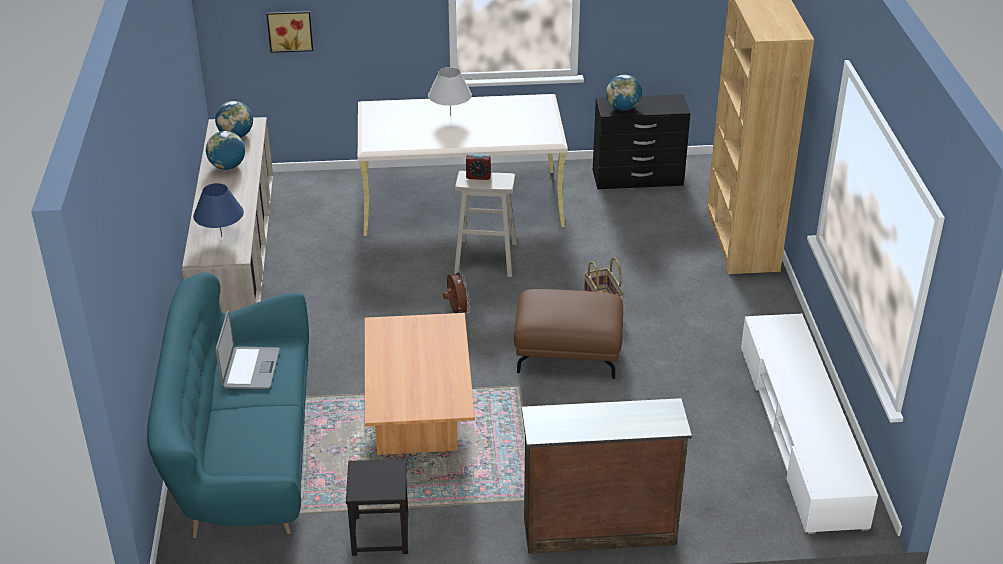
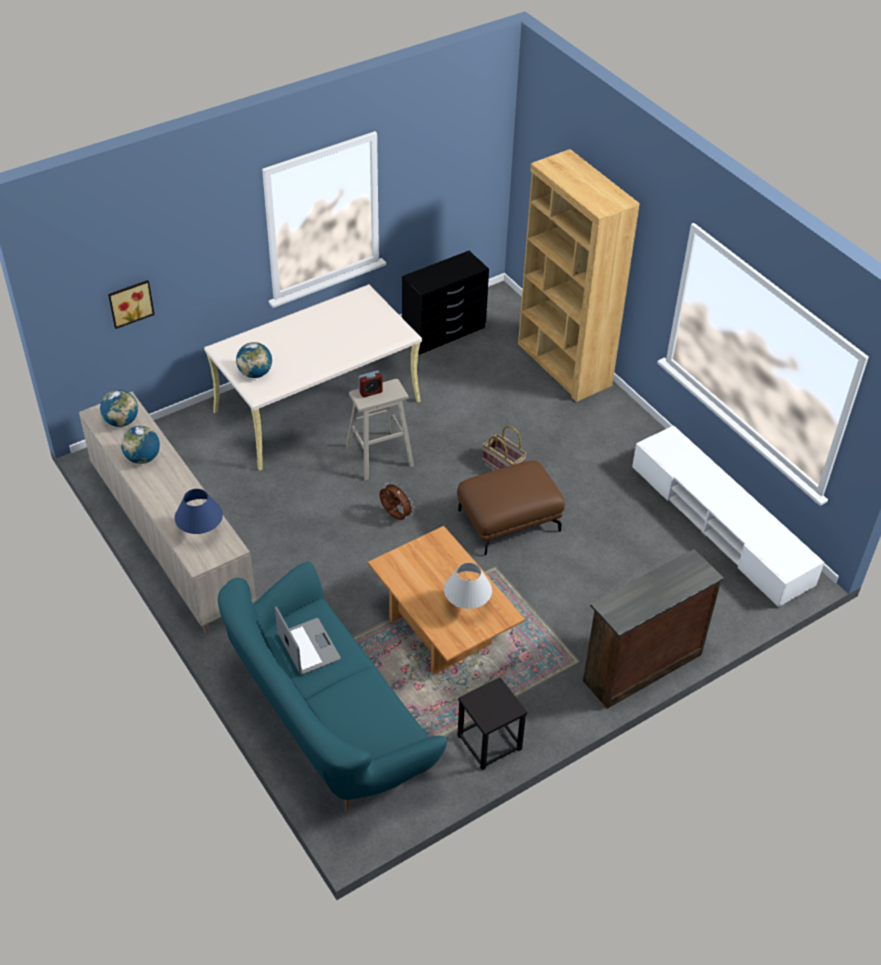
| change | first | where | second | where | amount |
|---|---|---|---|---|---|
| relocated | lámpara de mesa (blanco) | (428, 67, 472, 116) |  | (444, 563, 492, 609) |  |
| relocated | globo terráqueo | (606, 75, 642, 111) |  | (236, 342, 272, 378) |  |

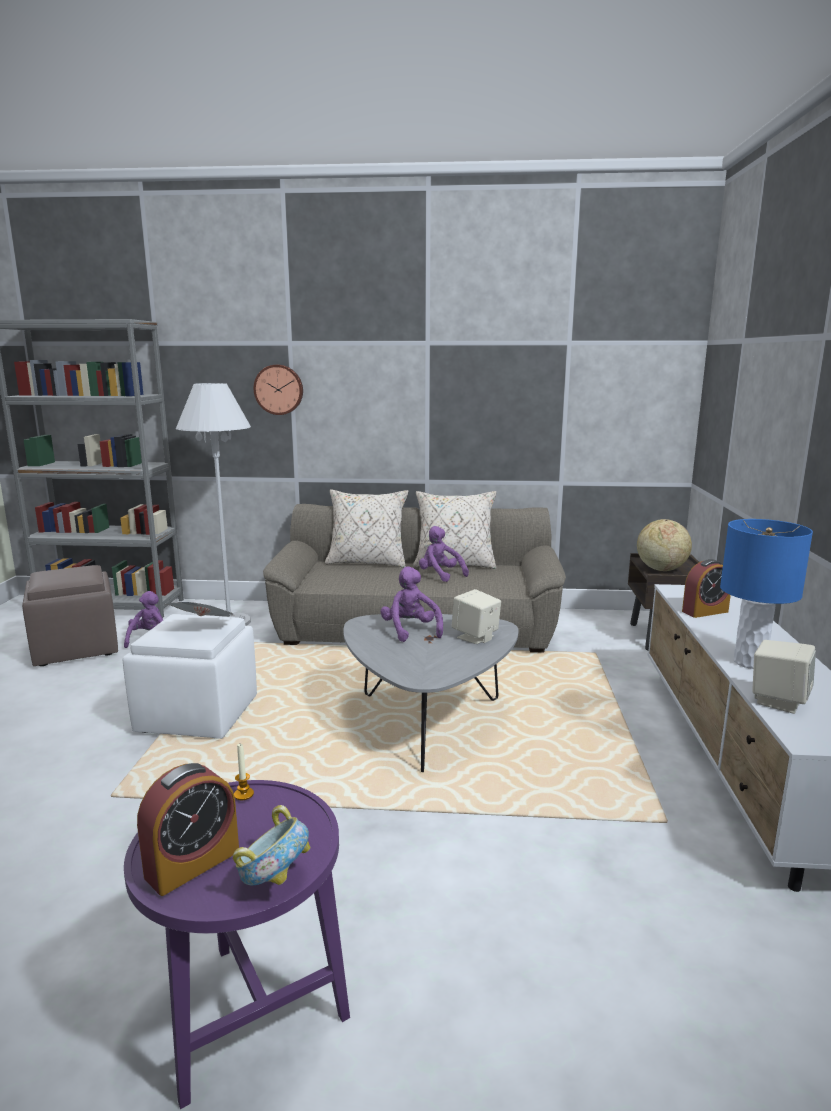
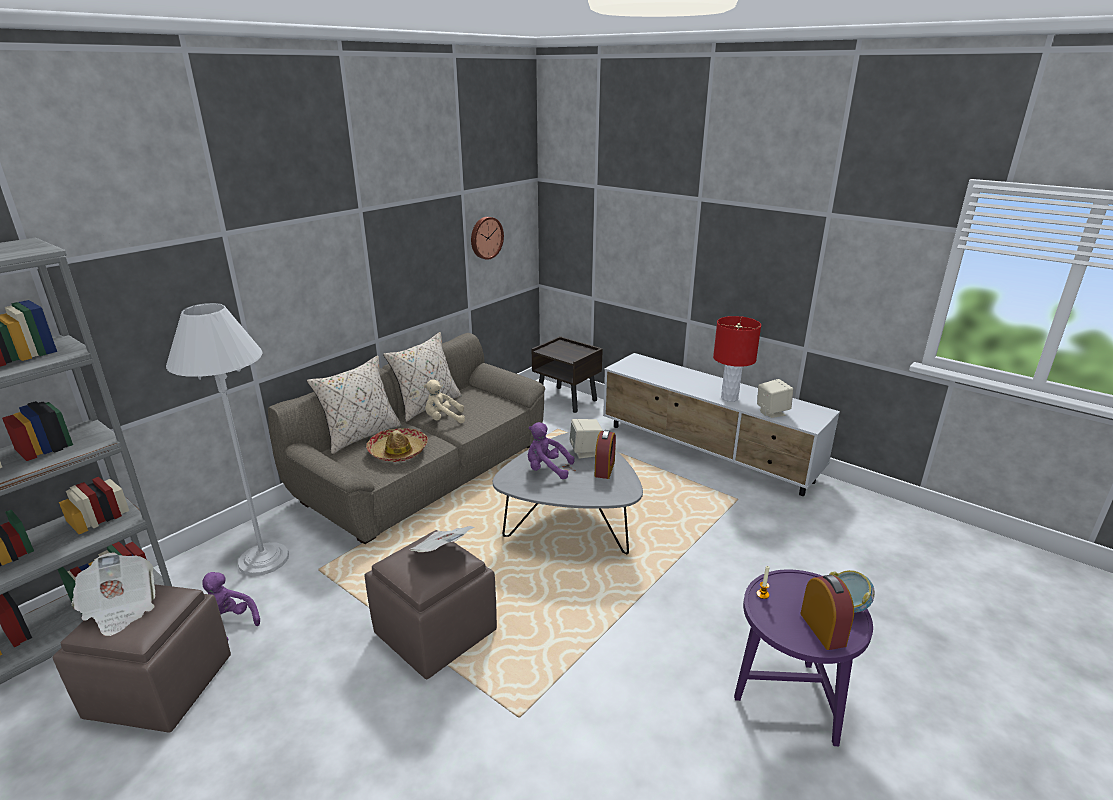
| change | first | where | second | where | amount |
|---|---|---|---|---|---|
| relocated | reloj de pared | (254, 365, 303, 415) |  | (471, 217, 504, 260) |  |
| missing | globo terráqueo | (637, 519, 692, 571) |  |  |  |
| colour | lámpara de mesa (azul) | (720, 519, 813, 669) | lámpara de mesa (rojo) | (713, 316, 761, 402) |  |
| colour | peluche (morado) | (419, 526, 469, 582) | peluche (beis) | (424, 380, 465, 423) |  |
| relocated | despertador | (682, 559, 731, 618) |  | (594, 430, 616, 479) |  |
| colour | puf (blanco) | (123, 614, 257, 739) | puf (marrón) | (365, 530, 497, 679) |  |
| appeared |  |  | sombrero | (366, 428, 428, 462) |  |
| appeared |  |  | periódico | (71, 552, 155, 636) |  |

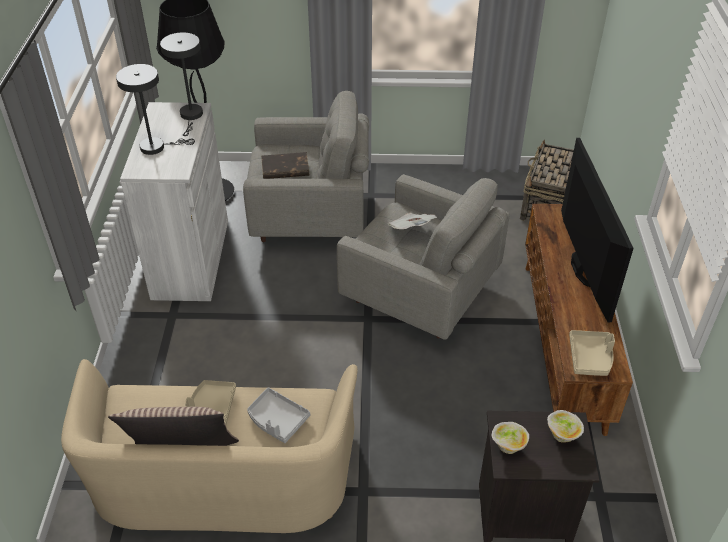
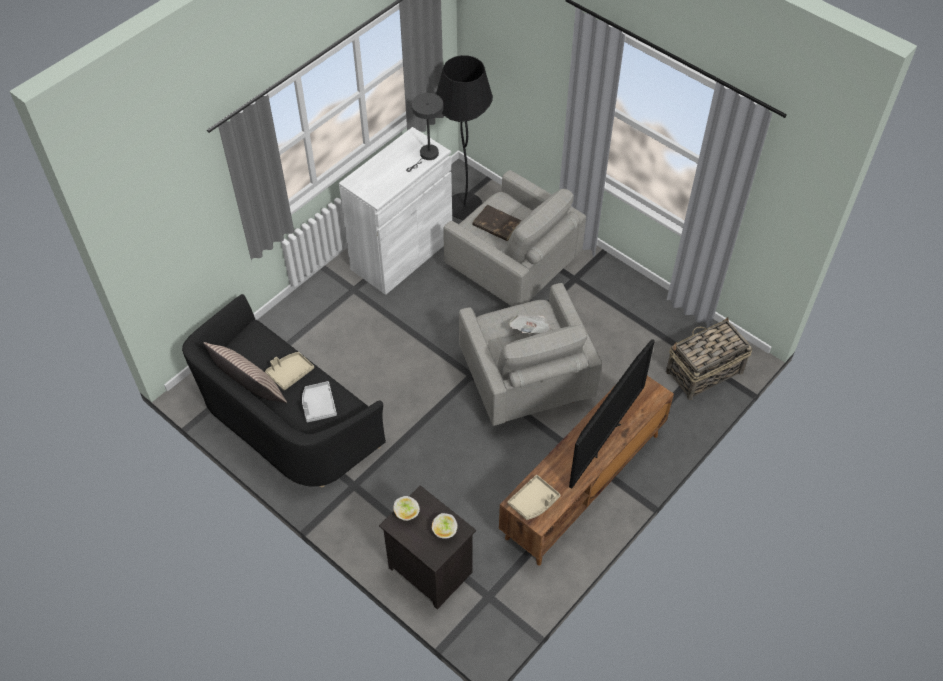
| change | first | where | second | where | amount |
|---|---|---|---|---|---|
| missing | lámpara de mesa (gris) | (116, 64, 195, 155) |  |  |  |
| colour | sofá (beis) | (61, 359, 358, 533) | sofá (negro) | (182, 294, 386, 487) |  |

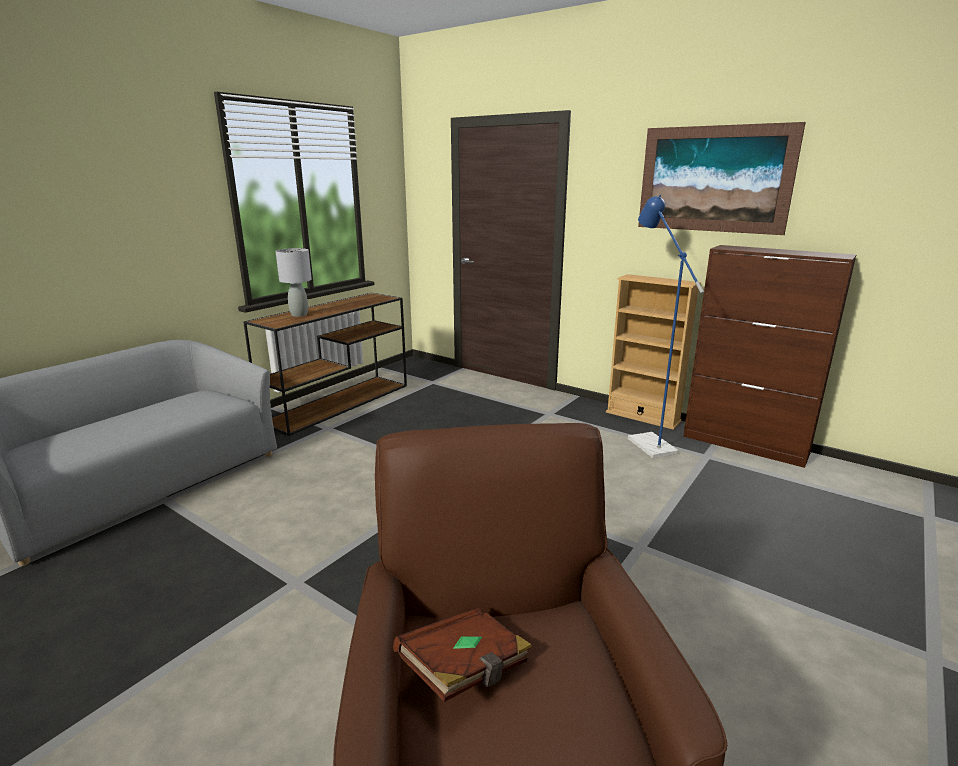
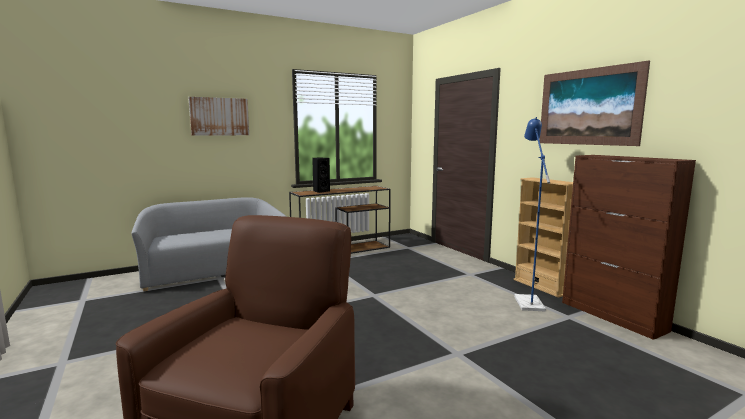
| change | first | where | second | where | amount |
|---|---|---|---|---|---|
| exchanged | lámpara de mesa (gris) | (275, 248, 312, 317) | altavoz (negro) | (312, 157, 330, 193) |  |
| missing | libro (marrón) | (393, 607, 532, 702) |  |  |  |
| appeared |  |  | cuadro | (188, 97, 249, 136) |  |

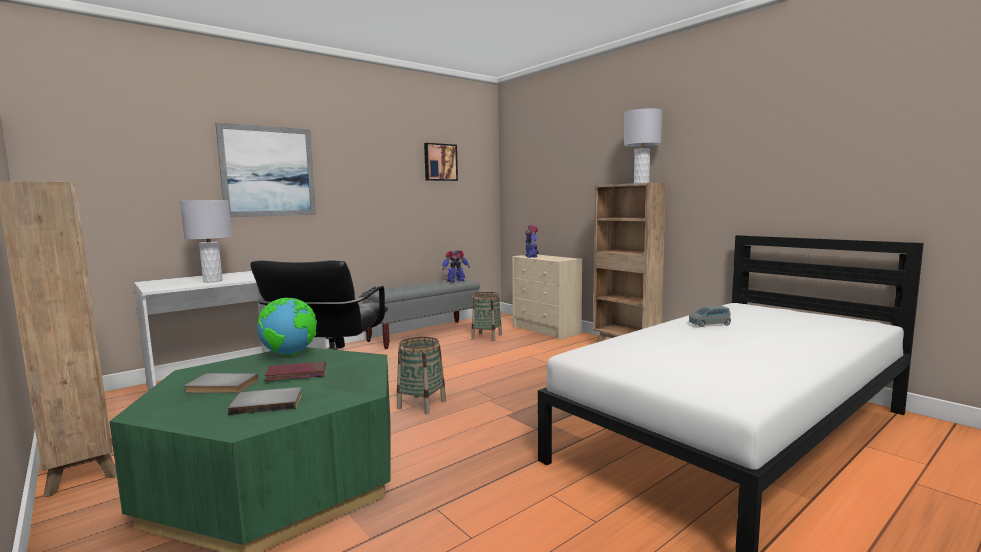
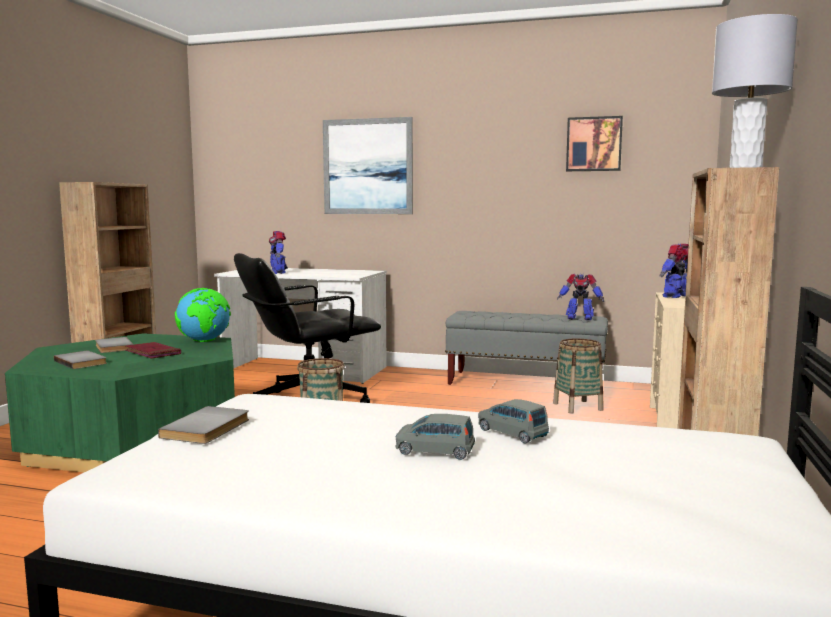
| change | first | where | second | where | amount |
|---|---|---|---|---|---|
| exchanged | lámpara de mesa (gris) | (180, 200, 232, 282) | robot de juguete | (269, 231, 288, 274) |  |
| appeared |  |  | libro (gris) | (158, 406, 249, 444) |  |
| appeared |  |  | coche de juguete (gris) | (395, 414, 475, 460) |  |

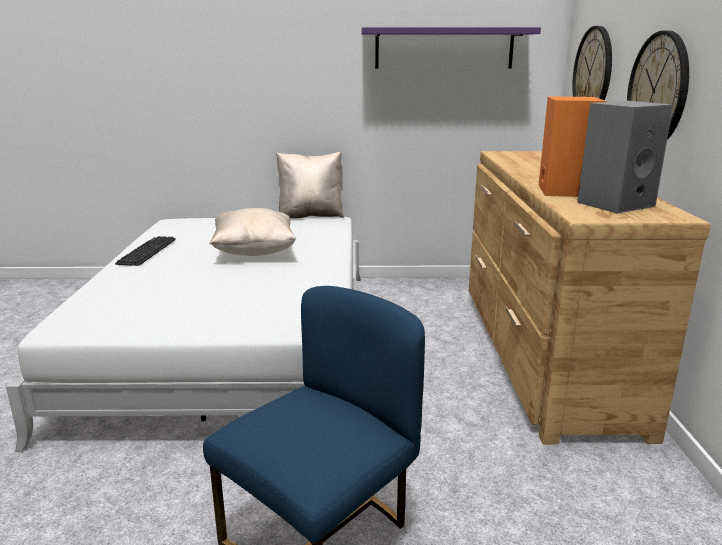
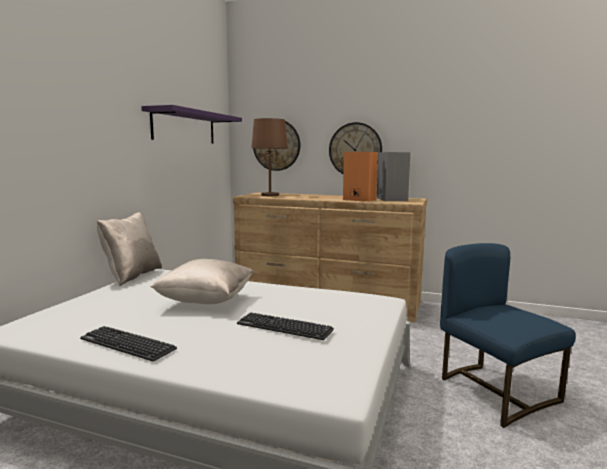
| change | first | where | second | where | amount |
|---|---|---|---|---|---|
| appeared |  |  | lámpara de mesa (marrón) | (252, 118, 288, 196) |  |
| appeared |  |  | teclado | (237, 313, 334, 340) |  |

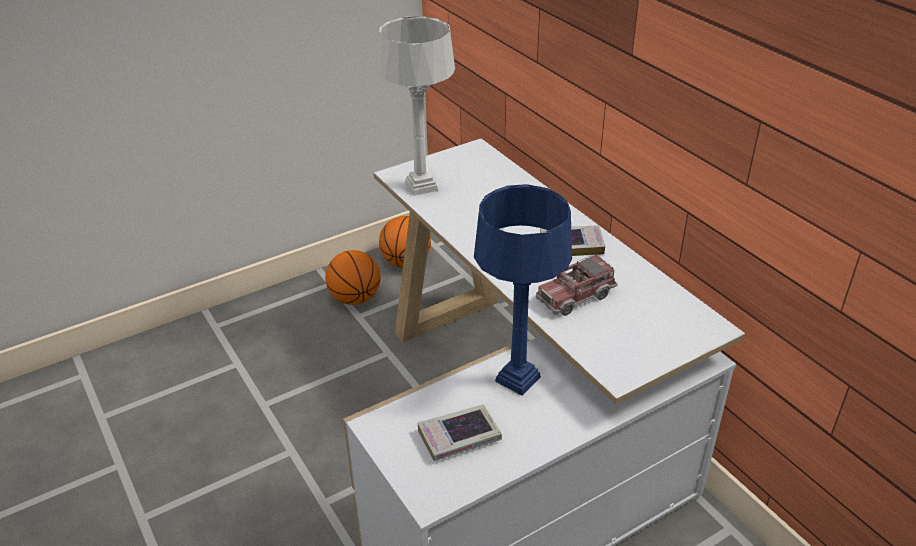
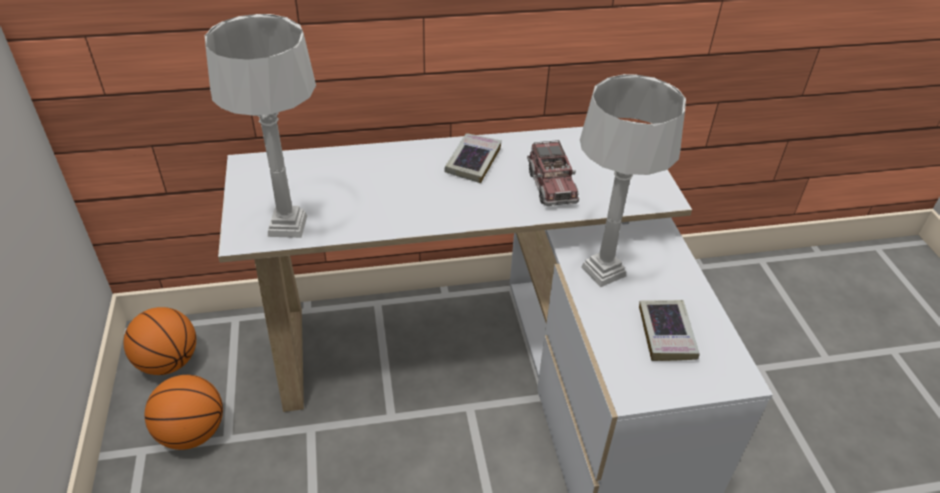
| change | first | where | second | where | amount |
|---|---|---|---|---|---|
| colour | lámpara de mesa (azul) | (474, 184, 572, 395) | lámpara de mesa (gris) | (580, 74, 686, 287) |  |

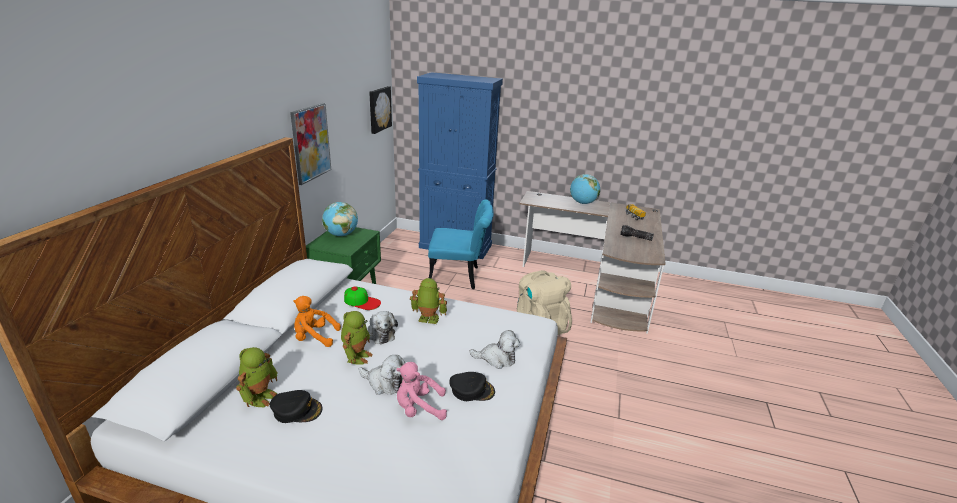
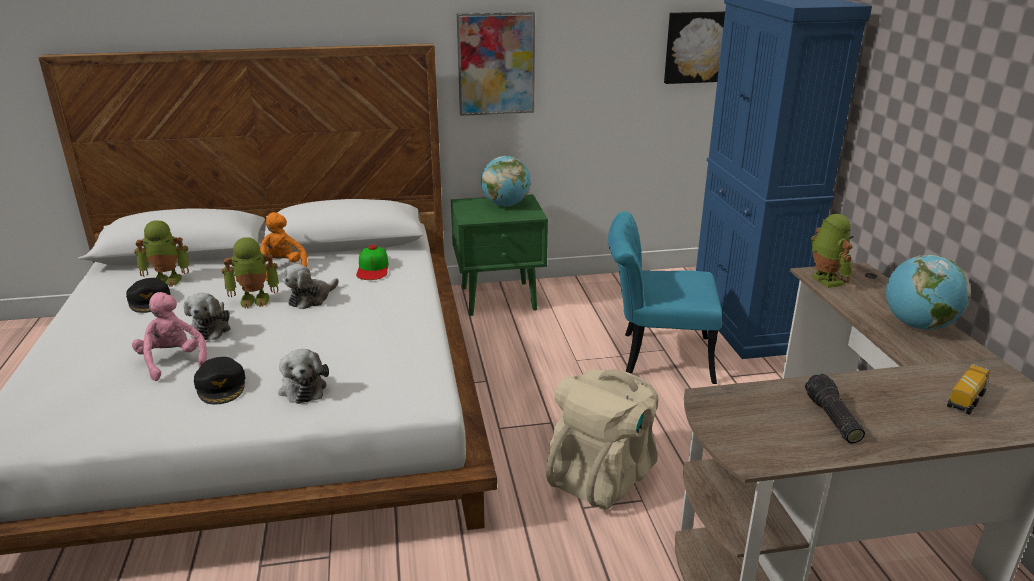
| change | first | where | second | where | amount |
|---|---|---|---|---|---|
| spun | silla (turquesa) | (428, 199, 494, 289) |  | (608, 211, 722, 384) | 120 degrees clockwise |
| relocated | robot de juguete | (410, 278, 447, 324) |  | (811, 214, 854, 288) |  |

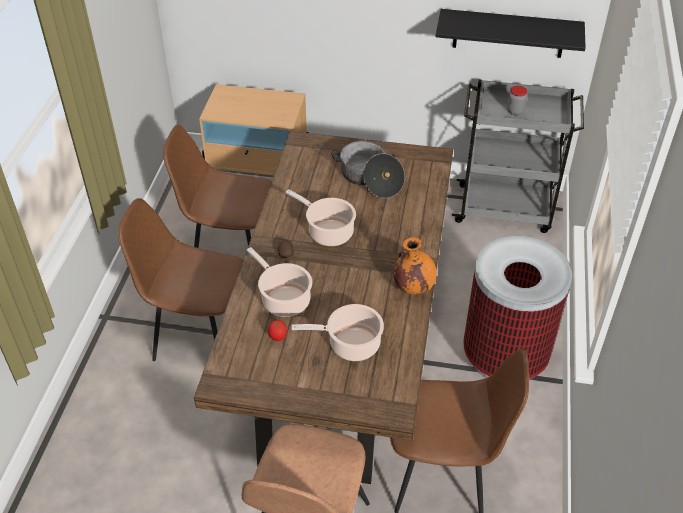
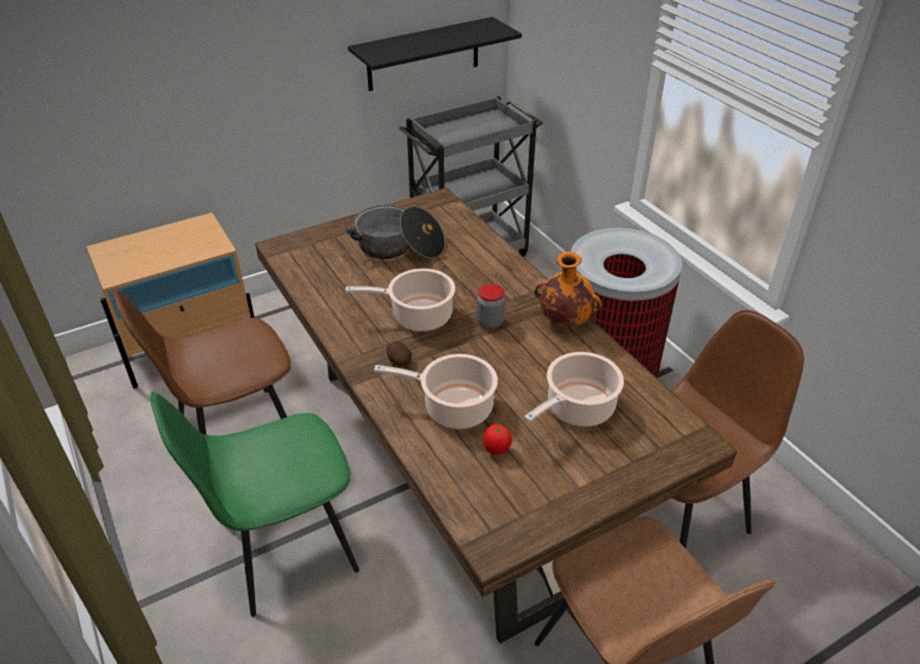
| change | first | where | second | where | amount |
|---|---|---|---|---|---|
| relocated | tarro | (507, 86, 527, 115) |  | (477, 284, 505, 329) |  |
| colour | silla (marrón) | (118, 198, 243, 361) | silla (verde) | (150, 392, 359, 617) |  |

